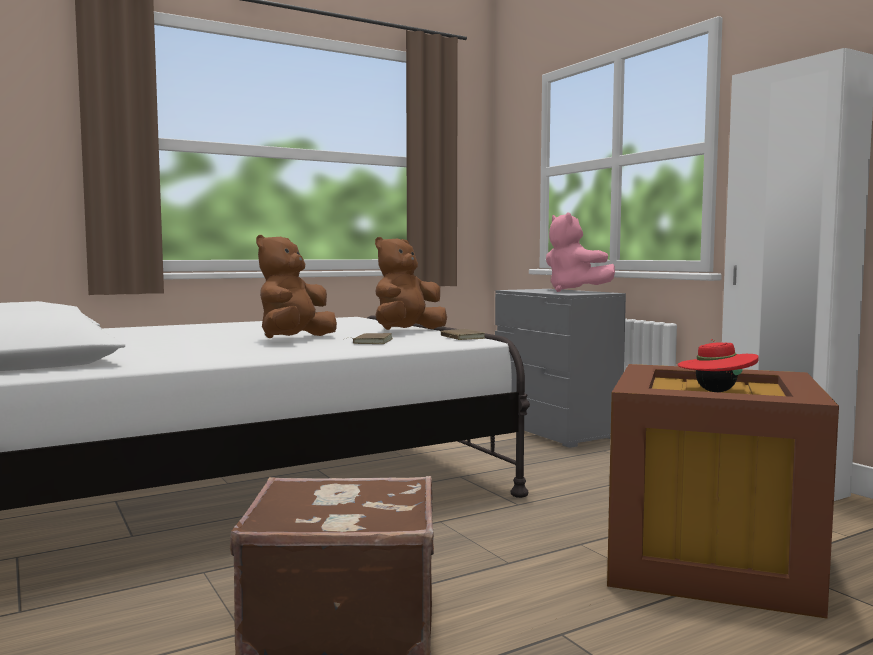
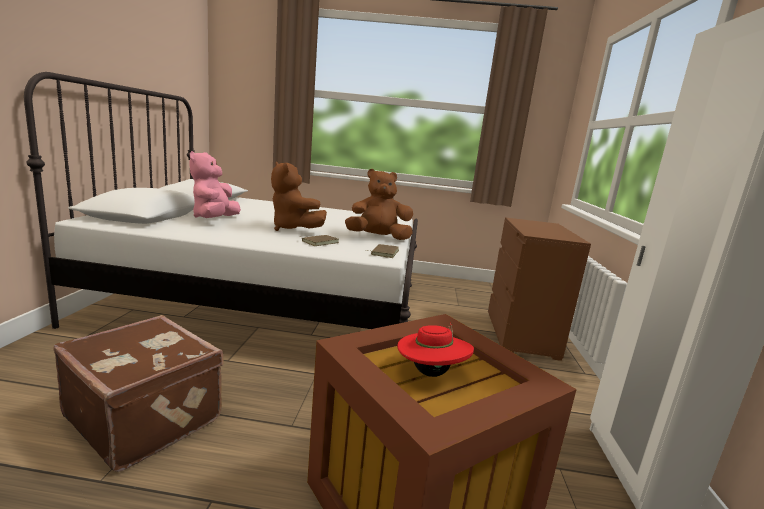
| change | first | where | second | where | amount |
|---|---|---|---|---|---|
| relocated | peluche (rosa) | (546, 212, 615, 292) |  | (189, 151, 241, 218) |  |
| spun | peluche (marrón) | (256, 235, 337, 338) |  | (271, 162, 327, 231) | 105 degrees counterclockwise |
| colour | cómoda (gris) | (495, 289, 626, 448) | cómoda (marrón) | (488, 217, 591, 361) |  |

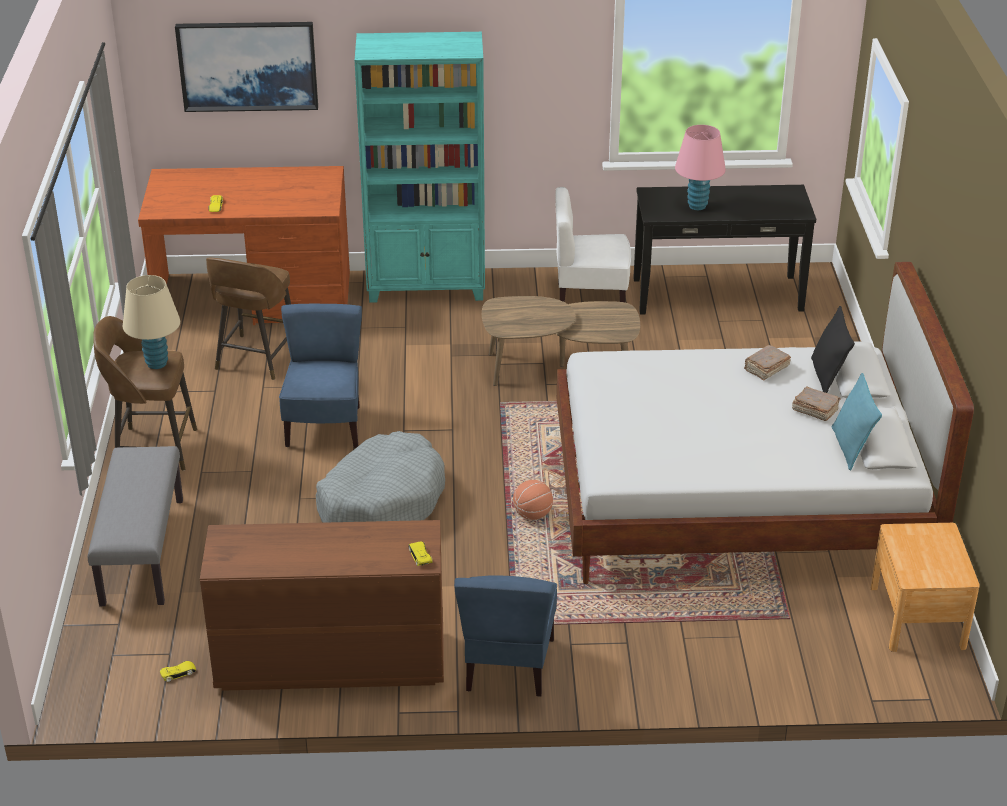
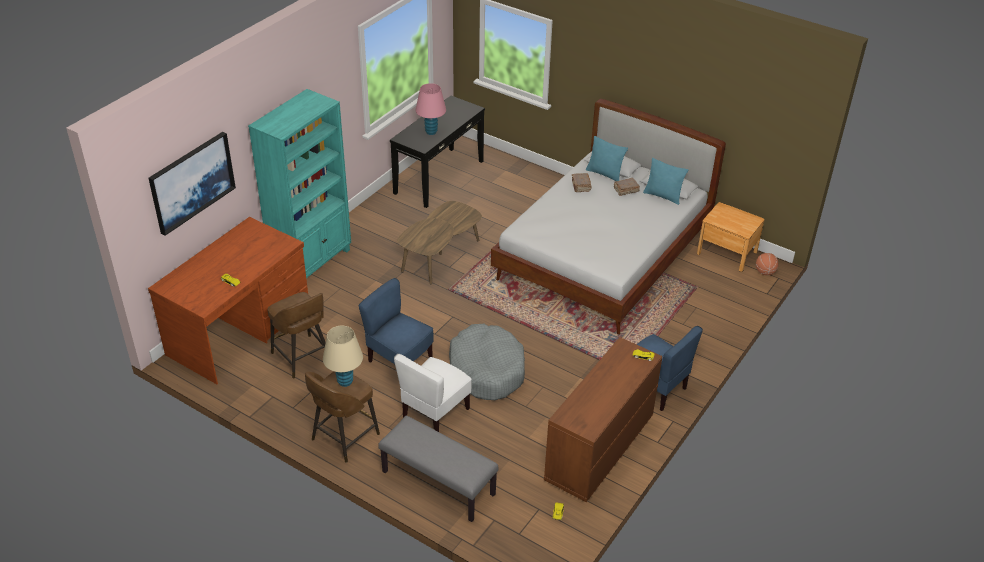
| change | first | where | second | where | amount |
|---|---|---|---|---|---|
| relocated | silla (blanco) | (555, 187, 631, 302) |  | (394, 354, 471, 432) |  |
| colour | cojín (negro) | (811, 306, 855, 393) | cojín (turquesa) | (586, 136, 628, 181) |  |
| relocated | balón de baloncesto | (513, 480, 553, 520) |  | (756, 253, 778, 275) |  |

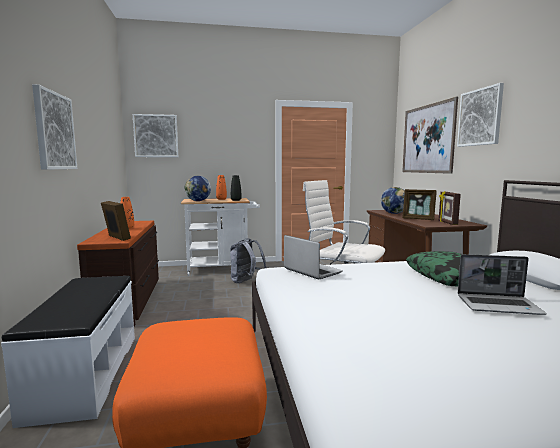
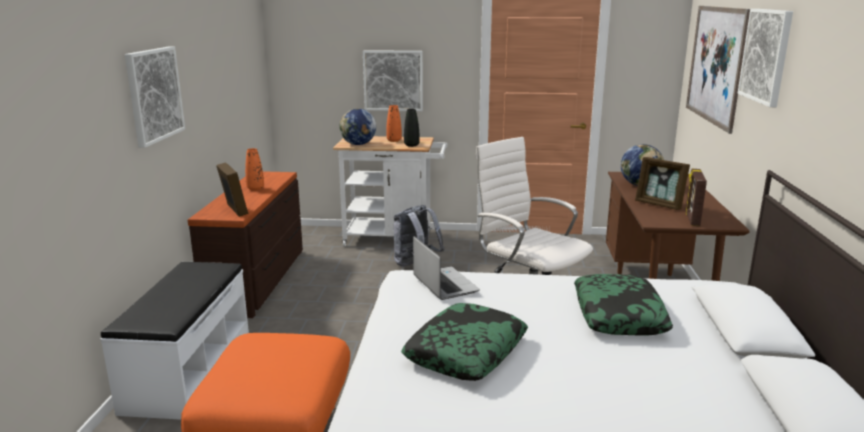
| change | first | where | second | where | amount |
|---|---|---|---|---|---|
| relocated | cuadro | (133, 114, 178, 157) |  | (363, 50, 423, 111) |  |
| missing | portátil | (458, 254, 546, 315) |  |  |  |
| appeared |  |  | cojín | (401, 303, 528, 381) |  |

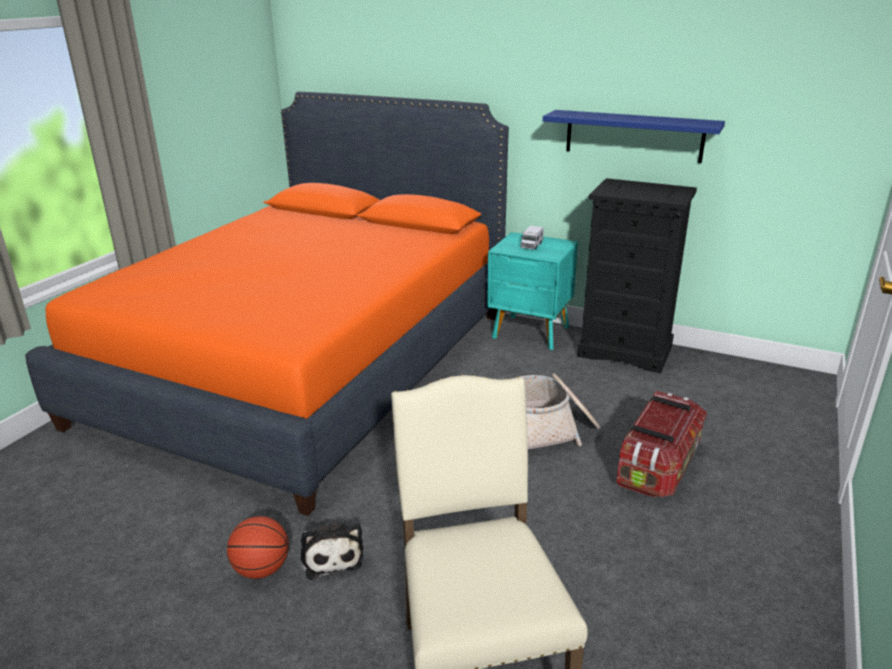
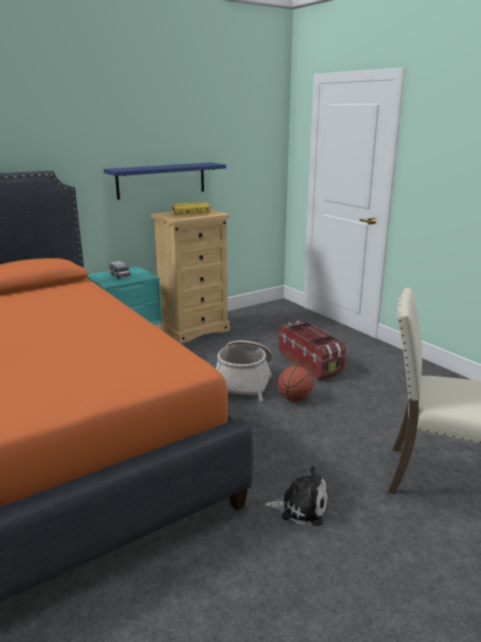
| change | first | where | second | where | amount |
|---|---|---|---|---|---|
| colour | cómoda (negro) | (577, 178, 697, 373) | cómoda (beis) | (151, 209, 230, 343) |  |
| relocated | balón de baloncesto | (227, 516, 289, 579) |  | (278, 366, 313, 401) |  |
| appeared |  |  | libro (amarillo) | (171, 202, 210, 215) |  |

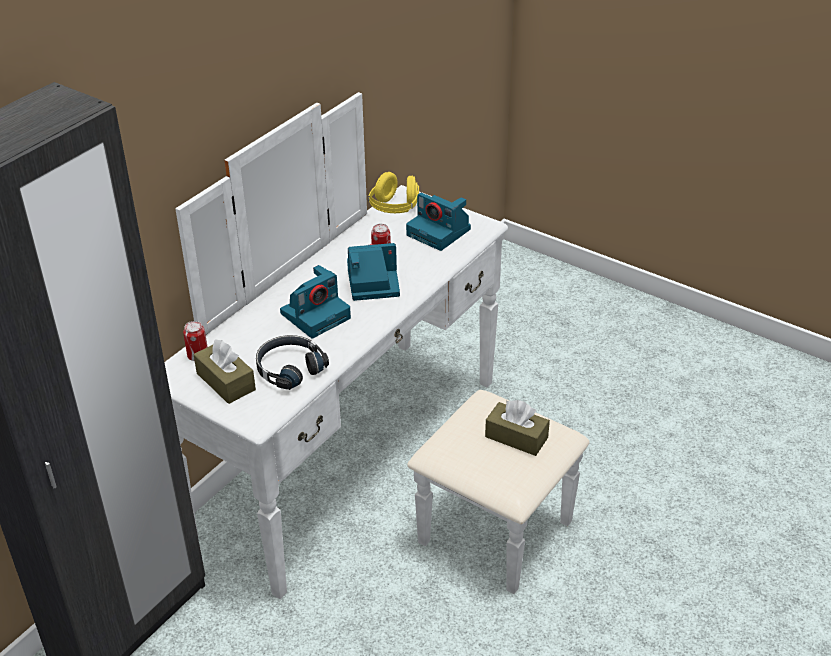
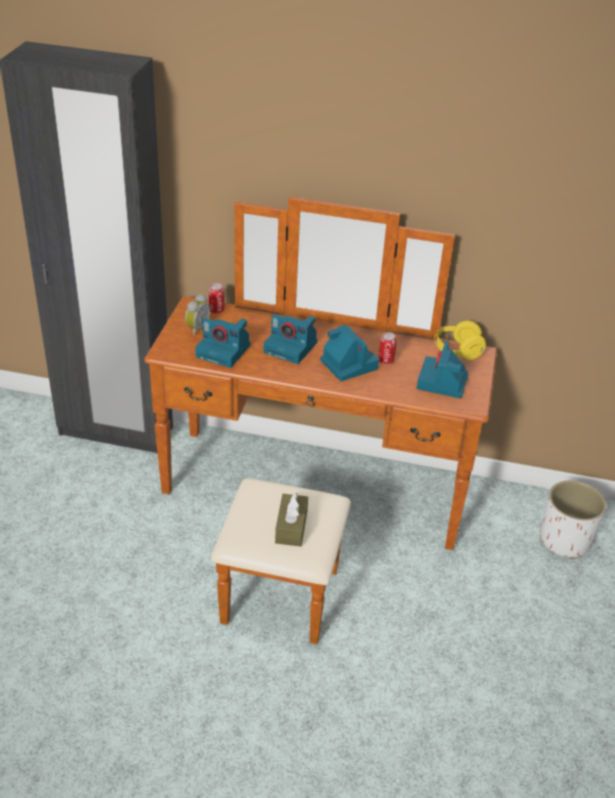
| change | first | where | second | where | amount |
|---|---|---|---|---|---|
| colour | cómoda (blanco) | (164, 92, 589, 599) | cómoda (marrón) | (144, 197, 497, 644) |  |
| exchanged | auriculares (negro) | (256, 335, 329, 390) | cámara | (195, 318, 250, 368) |  |
| exchanged | caja de pañuelos (marrón) | (194, 339, 256, 404) | despertador | (185, 294, 210, 336) |  |
| appeared |  |  | maceta (blanco) | (540, 480, 606, 559) |  |

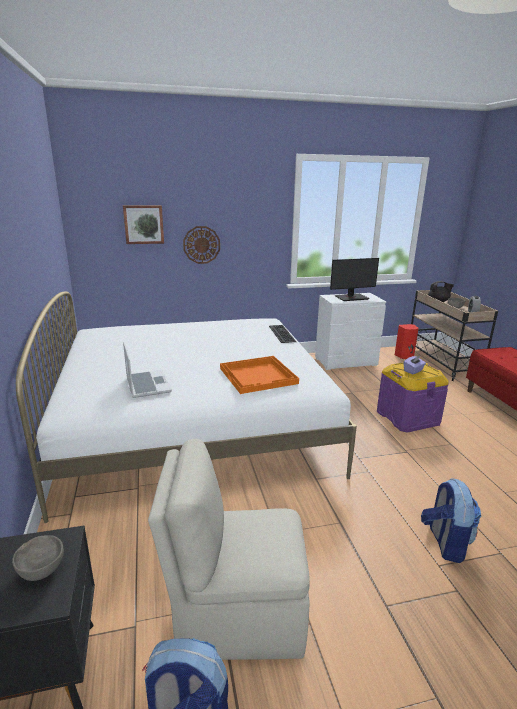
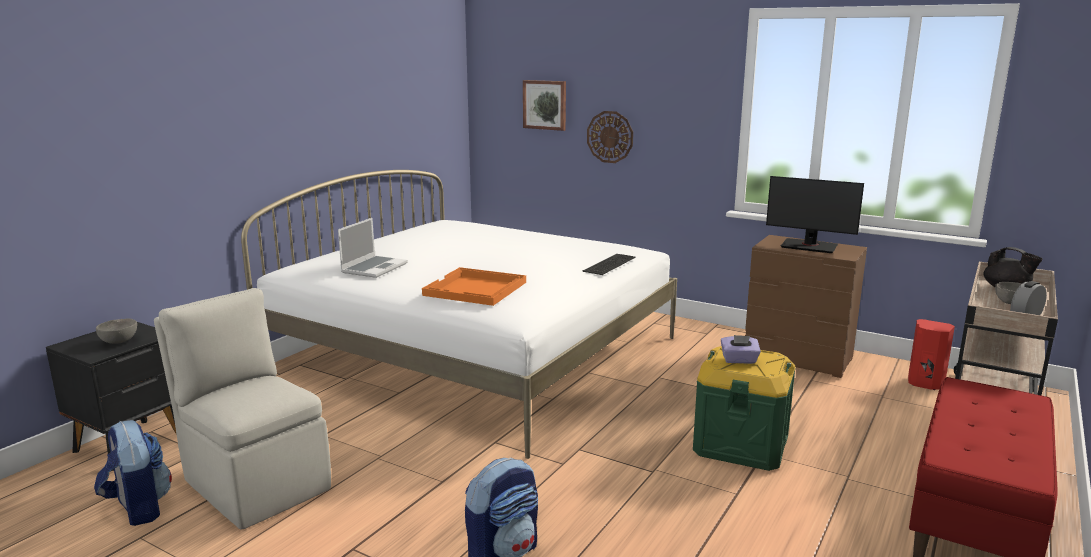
| change | first | where | second | where | amount |
|---|---|---|---|---|---|
| colour | cómoda (blanco) | (315, 293, 386, 370) | cómoda (marrón) | (745, 235, 867, 378) |  |
| colour | caja de almacenaje (morado) | (377, 362, 449, 433) | caja de almacenaje (verde) | (693, 346, 795, 471) |  |

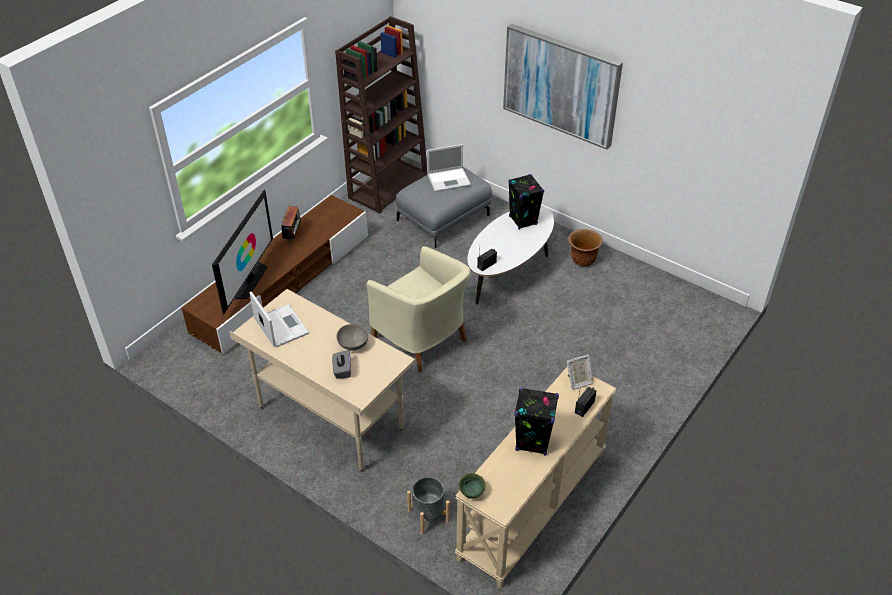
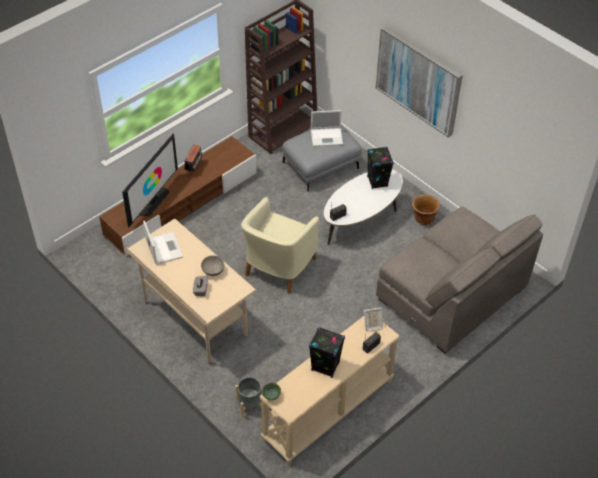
| change | first | where | second | where | amount |
|---|---|---|---|---|---|
| spun | sillón (beis) | (367, 246, 470, 373) |  | (241, 197, 319, 294) | 60 degrees clockwise |
| appeared |  |  | sofá (gris) | (376, 207, 543, 354) |  |

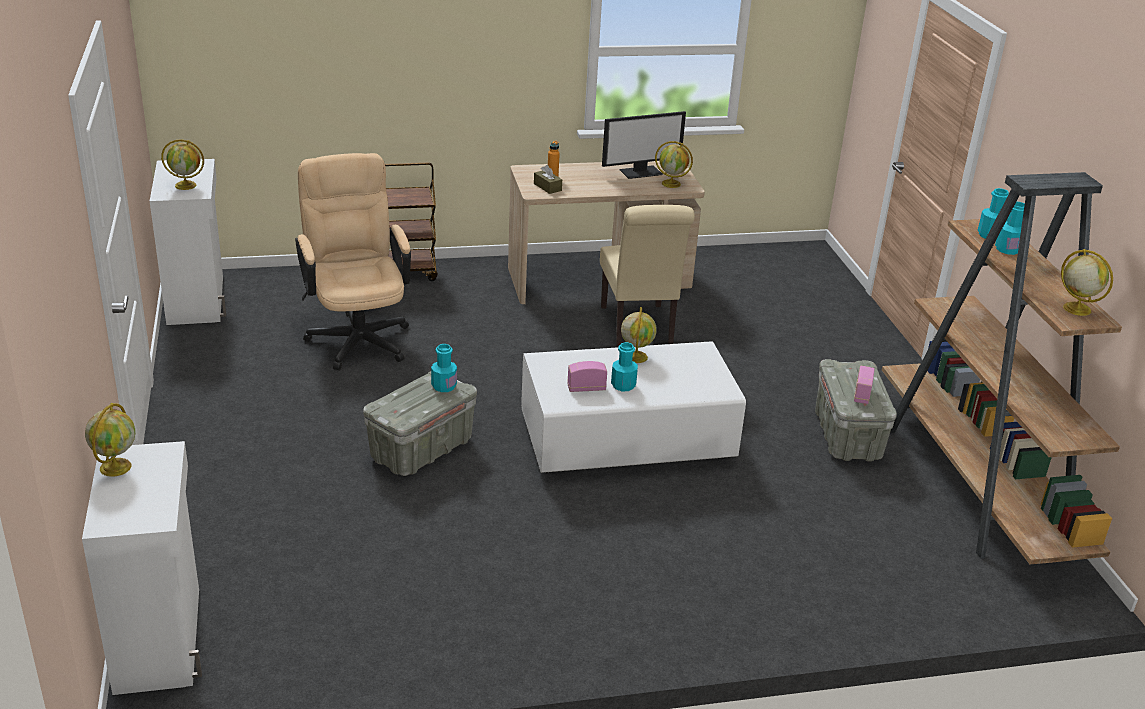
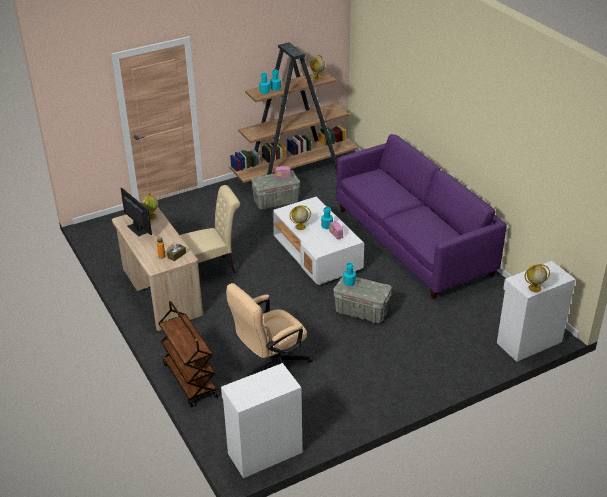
| change | first | where | second | where | amount |
|---|---|---|---|---|---|
| missing | globo terráqueo | (161, 139, 204, 190) |  |  |  |
| appeared |  |  | sofá (morado) | (336, 134, 507, 299) |  |

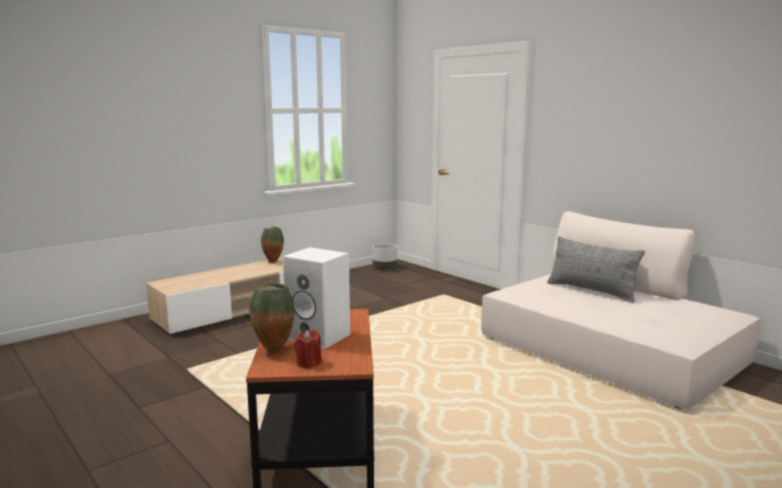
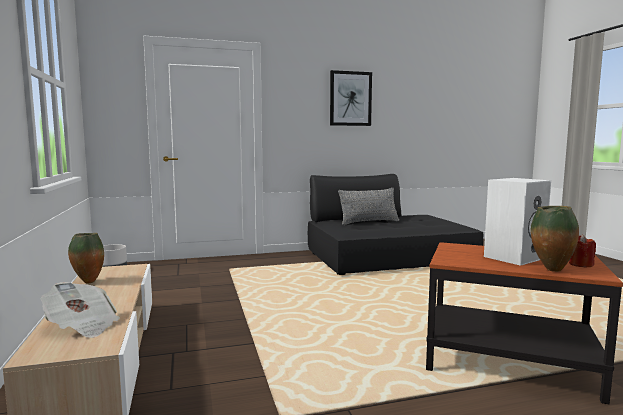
| change | first | where | second | where | amount |
|---|---|---|---|---|---|
| colour | sofá (beis) | (481, 211, 760, 409) | sofá (negro) | (308, 174, 483, 275) |  |
| appeared |  |  | cuadro | (330, 70, 372, 126) |  |
| appeared |  |  | periódico | (41, 282, 120, 338) |  |

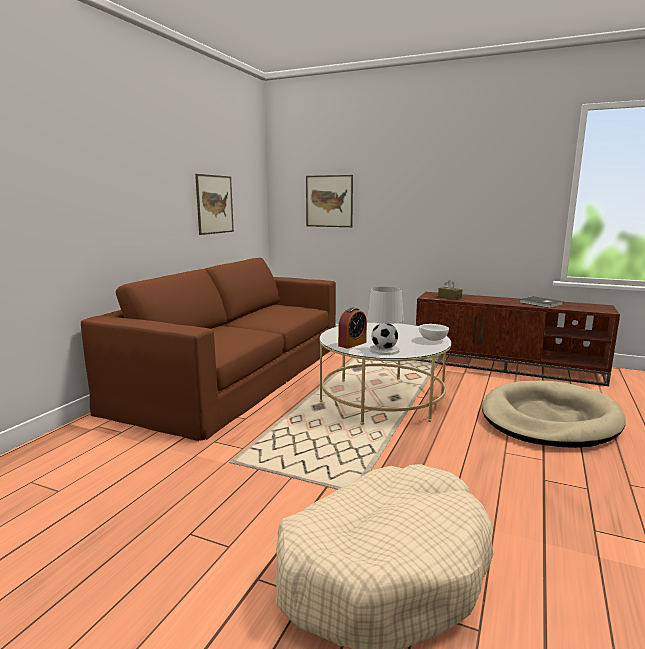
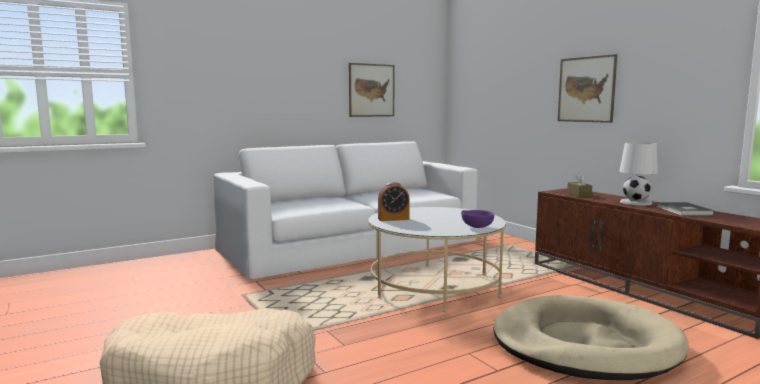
| change | first | where | second | where | amount |
|---|---|---|---|---|---|
| relocated | cuadro | (306, 175, 353, 227) |  | (558, 54, 617, 123) |  |
| colour | sofá (marrón) | (81, 257, 336, 441) | sofá (blanco) | (214, 141, 478, 279) |  |
| relocated | lámpara de mesa (blanco) | (367, 287, 404, 355) |  | (619, 142, 658, 205) |  |
| colour | cuenco (blanco) | (419, 324, 449, 341) | cuenco (morado) | (461, 210, 494, 228) |  |

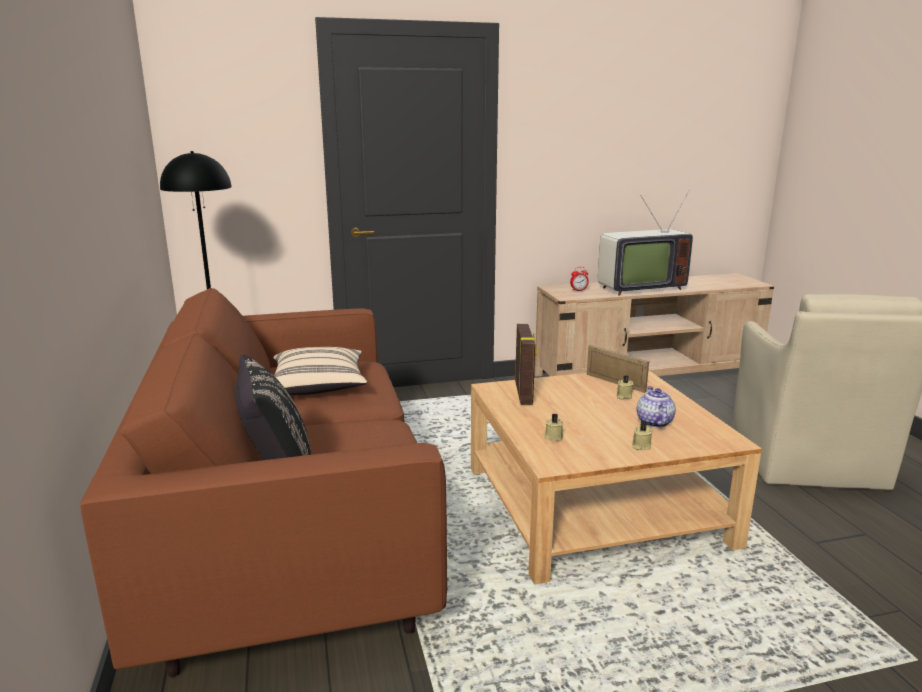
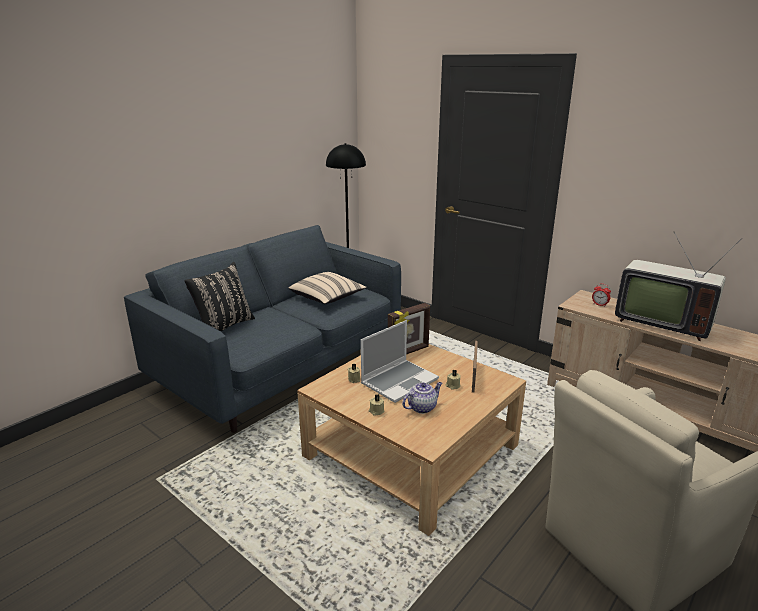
| change | first | where | second | where | amount |
|---|---|---|---|---|---|
| colour | sofá (marrón) | (80, 288, 447, 677) | sofá (azul) | (124, 225, 401, 433) |  |
| appeared |  |  | portátil | (361, 320, 439, 403) |  |

